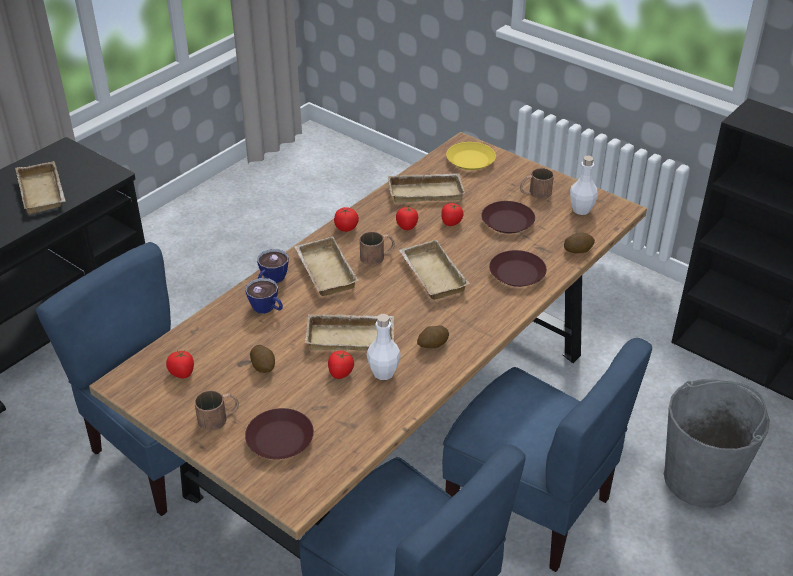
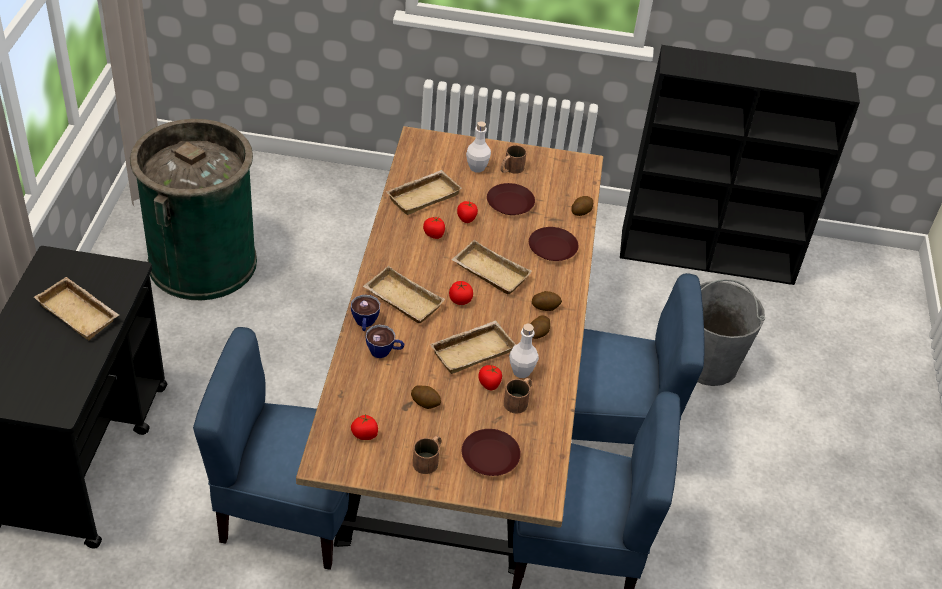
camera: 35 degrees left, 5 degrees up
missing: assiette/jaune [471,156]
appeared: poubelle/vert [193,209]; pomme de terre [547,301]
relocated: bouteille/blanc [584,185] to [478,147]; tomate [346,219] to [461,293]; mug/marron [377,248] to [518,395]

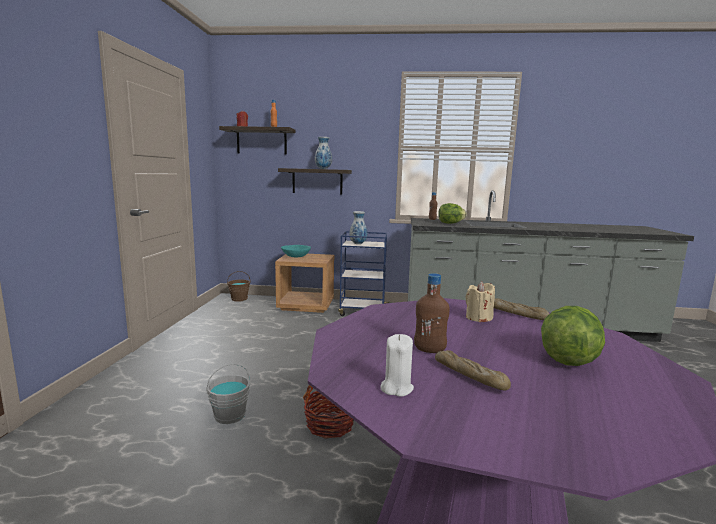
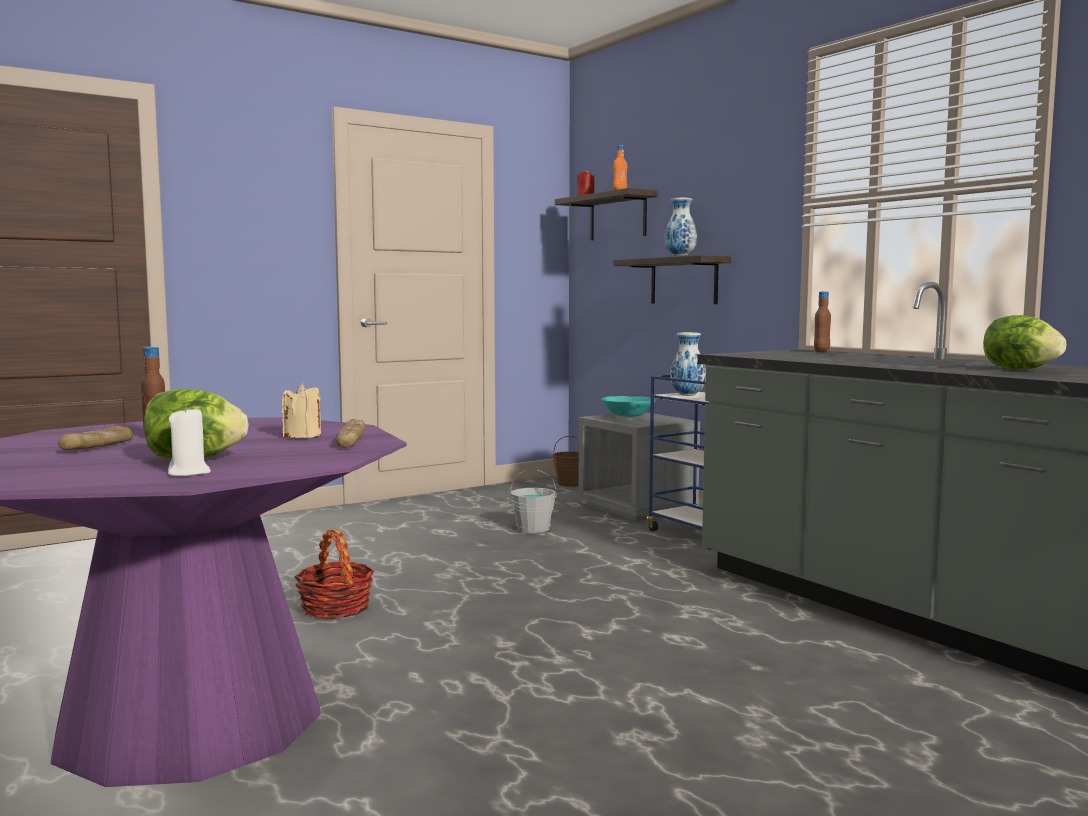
camera: 50 degrees right, 5 degrees down
relocated: laitue [452,213] to [1024,342]; bougie/blanc [397,365] to [189,441]; seau/gris [228,394] to [533,501]
colour: table de chevet/marron [304,283] to table de chevet/gris [639,466]

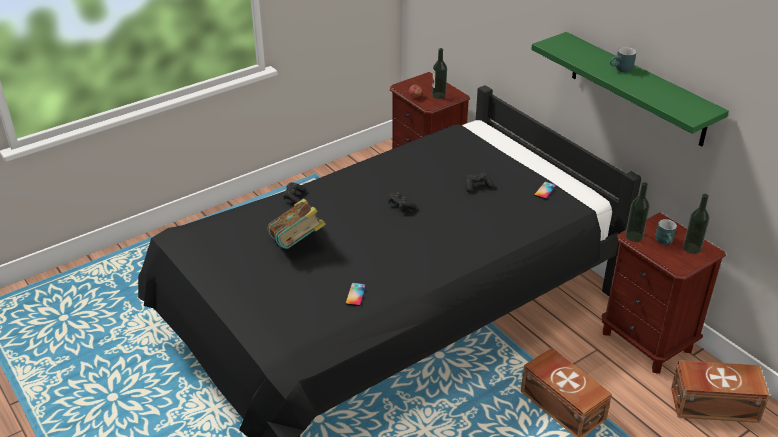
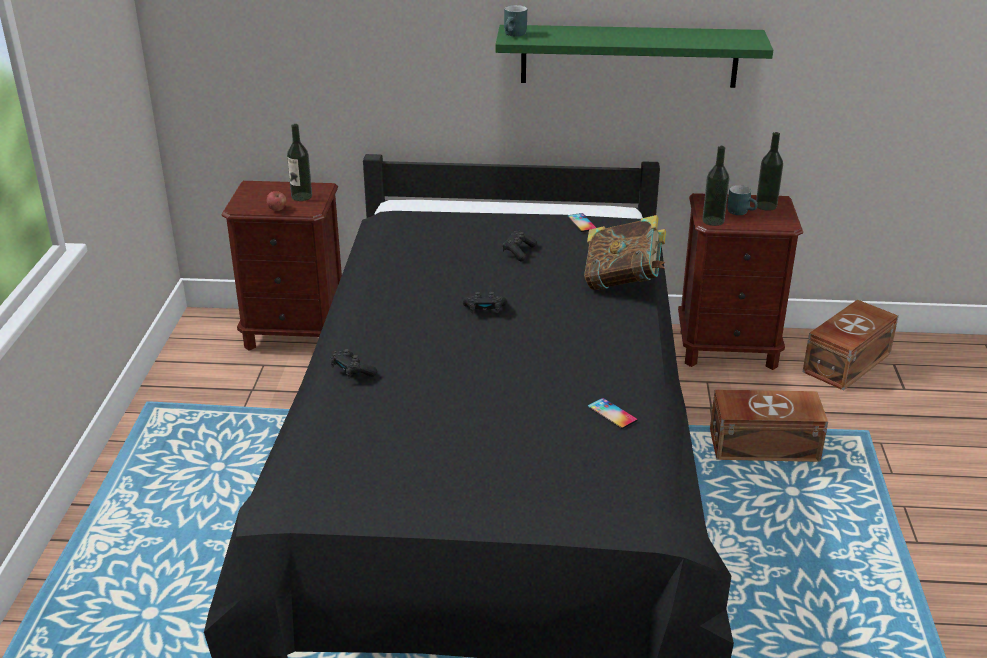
camera: 50 degrees left, 5 degrees down
relocated: mug/turquoise [623,59] to [515,20]; livre [297,223] to [625,252]

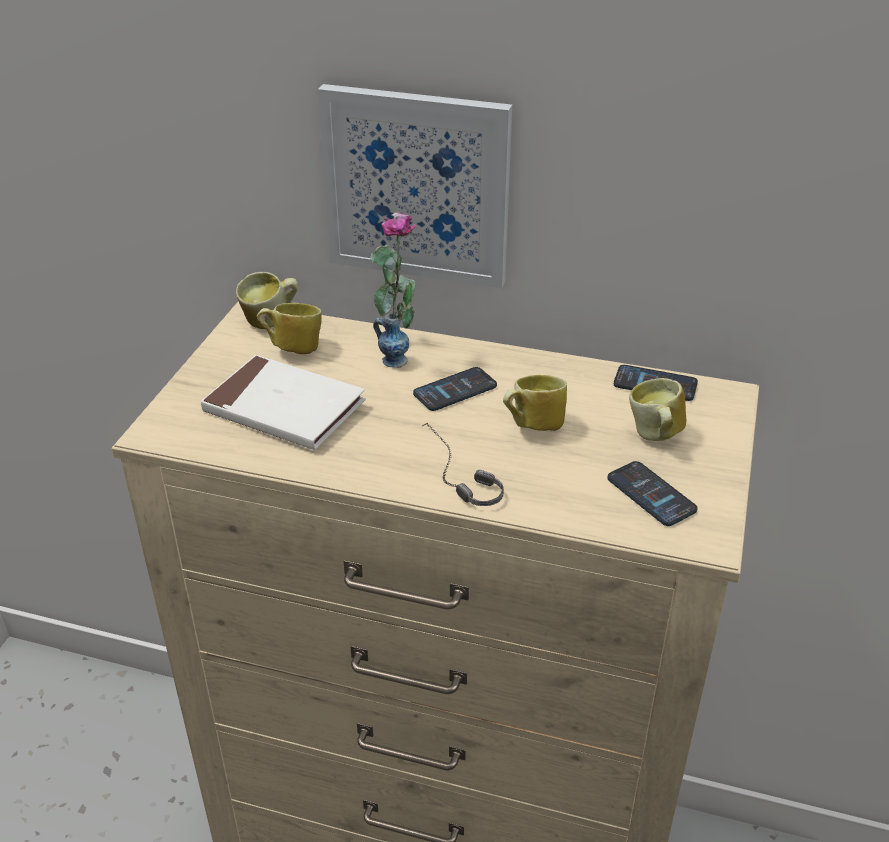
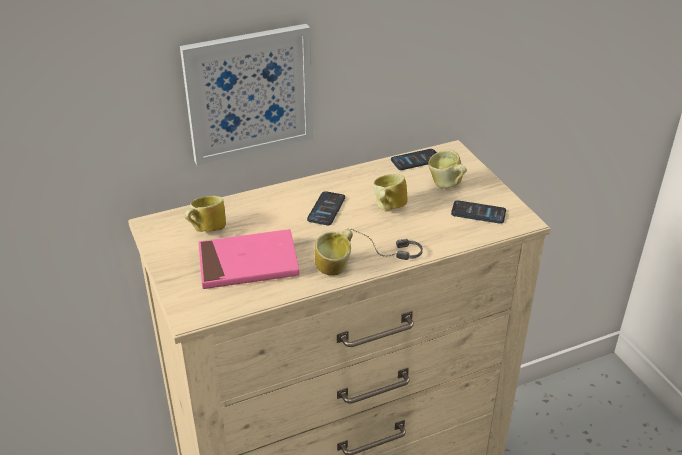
camera: 40 degrees left, 0 degrees up
missing: vase [393,290]
relocated: mug [267,300] to [334,252]
colour: livre/blanc [283,402] to livre/rose [249,259]

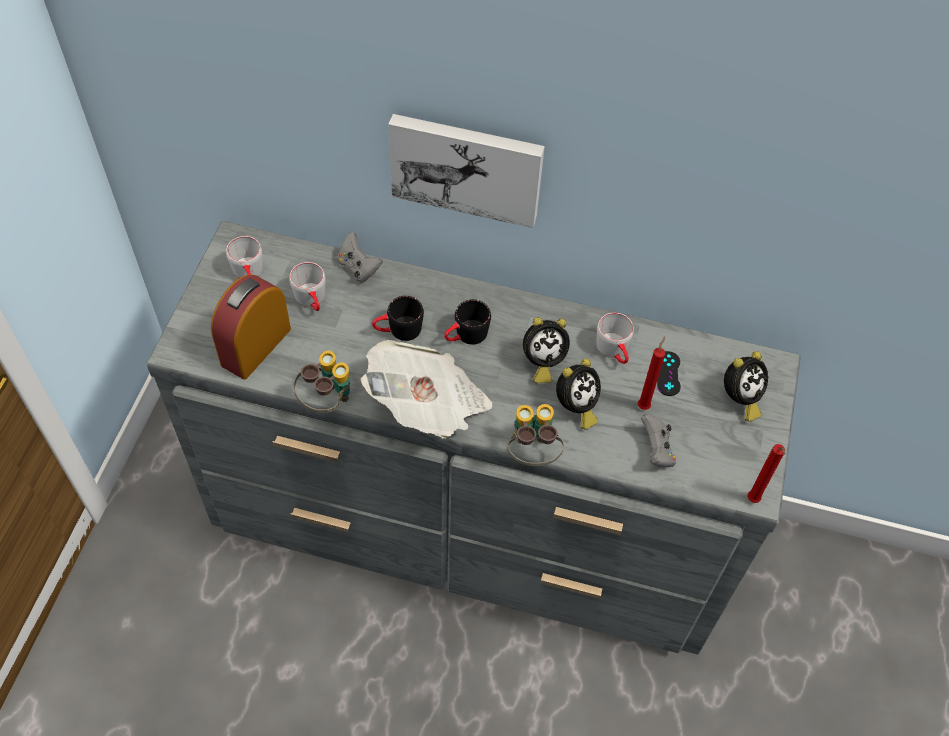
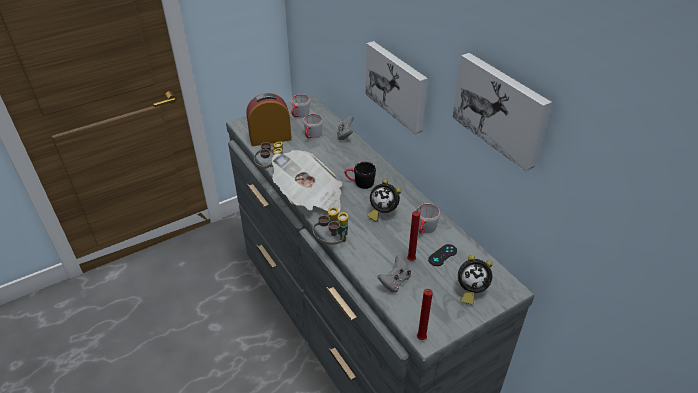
camera: 45 degrees right, 15 degrees down
missing: mug/noir [398,318]; réveil [578,393]
appeared: tableau [502,112]

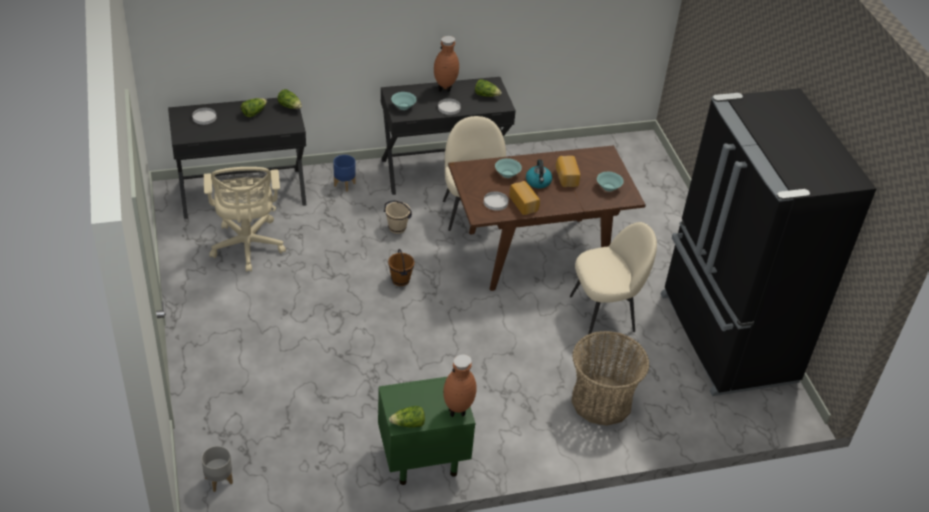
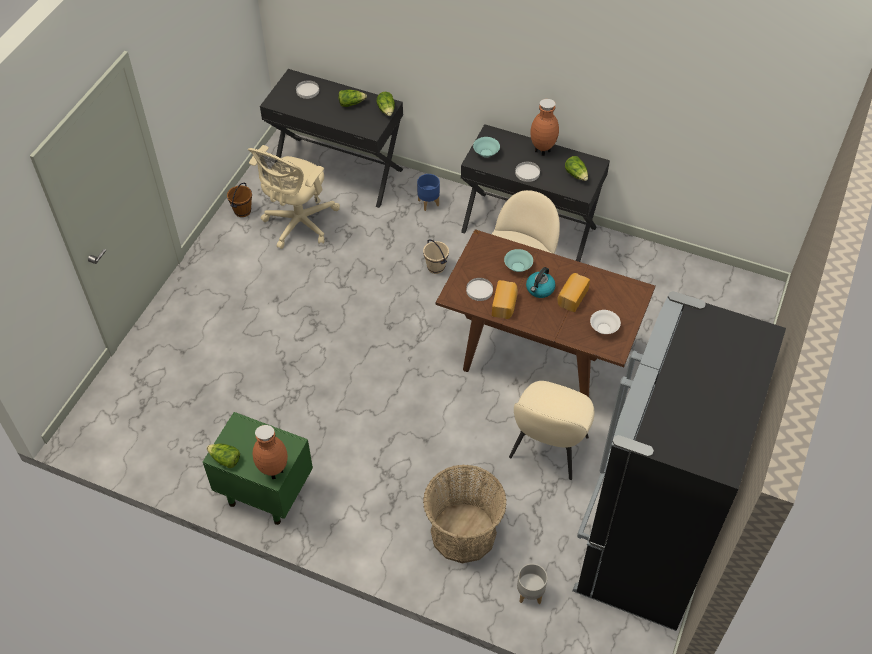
camera: 40 degrees right, 10 degrees up
relocated: seau/marron [401,267] to [239,200]; cache-pot/gris [217,469] to [532,584]
colour: bol/turquoise [610,182] to bol/blanc [605,322]
spun: chaise/beige [613,278] = [552,430] 90 degrees clockwise

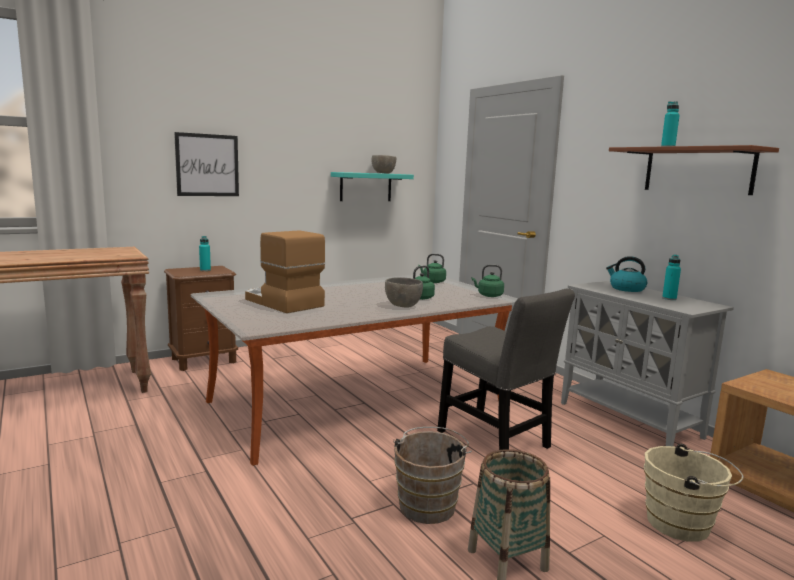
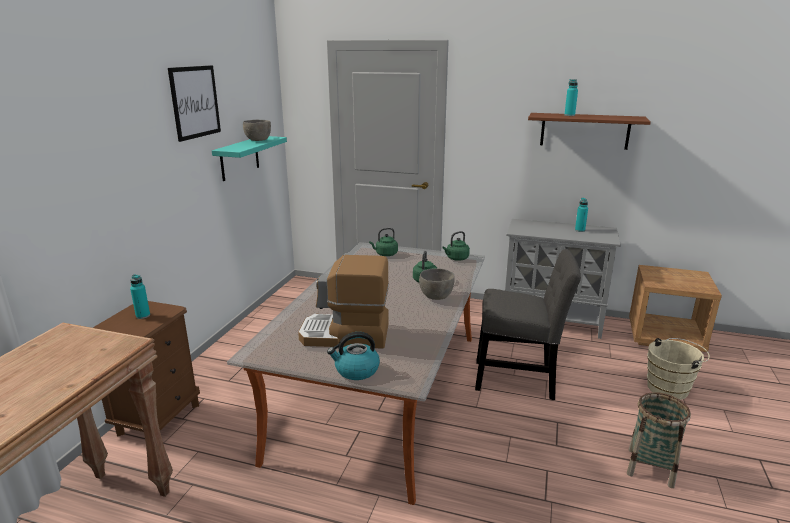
camera: 40 degrees left, 10 degrees up
missing: seau/marron [432,475]
relocated: tableau [206,164] to [194,103]; bouilloire [626,274] to [353,356]

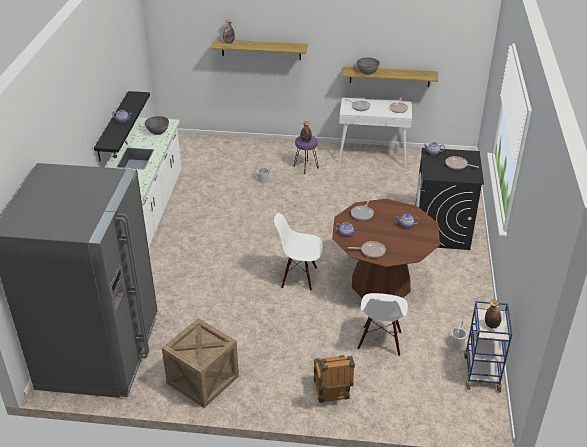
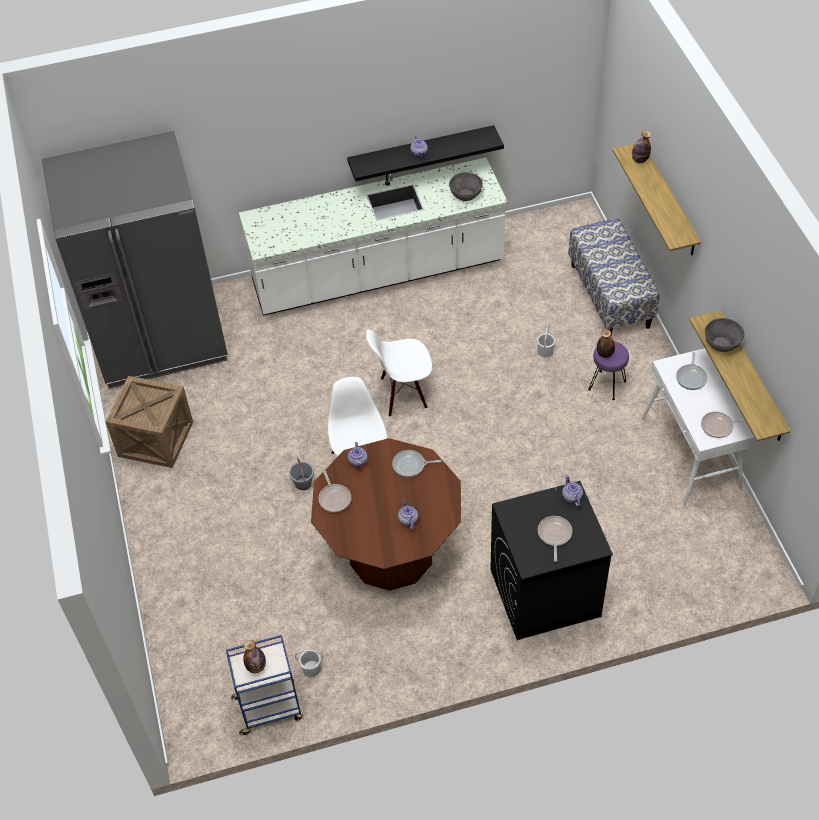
camera: 70 degrees right, 15 degrees up
missing: caisse [334,379]
appeared: banc [614,277]; seau/gris [301,473]
relocated: chaise/blanc [383,324] to [399,373]

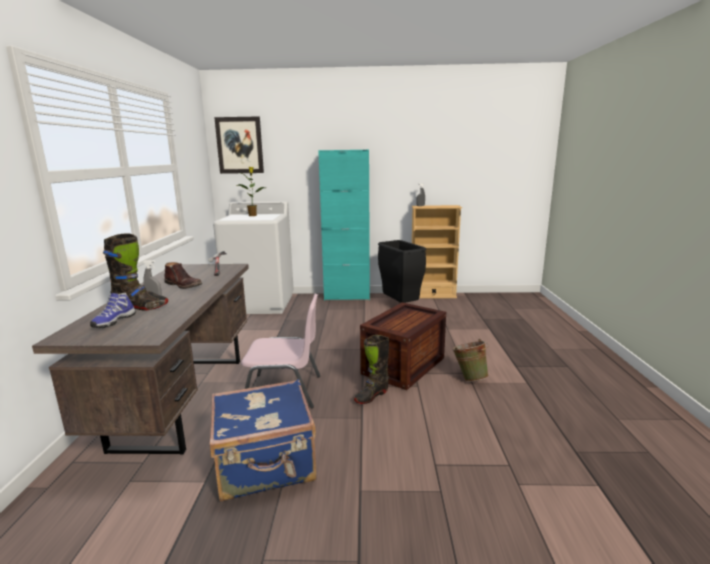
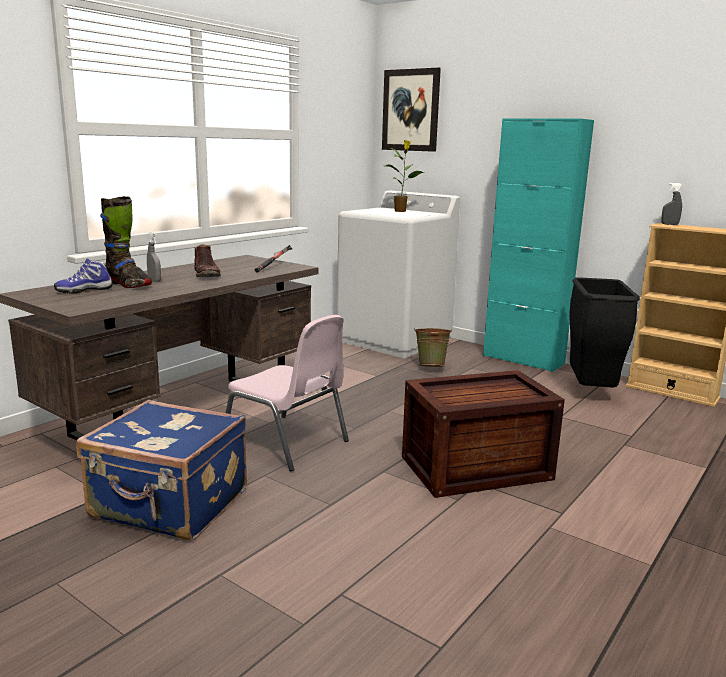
camera: 35 degrees right, 0 degrees up
missing: botte/noir [371,369]
relocated: seau/vert [470,360] to [433,347]

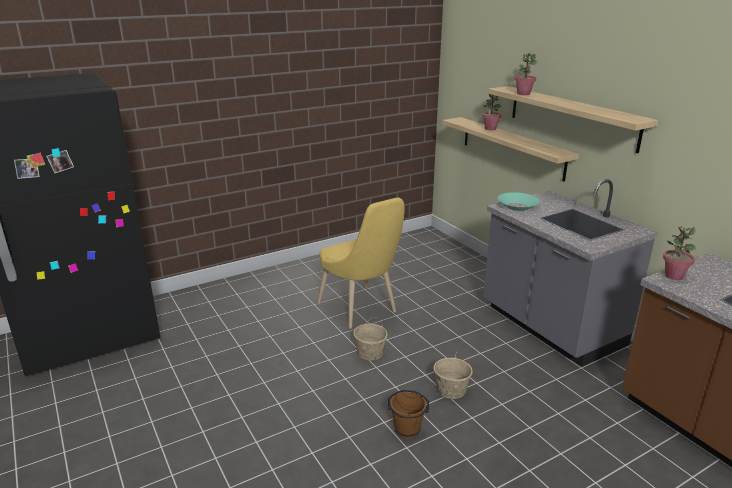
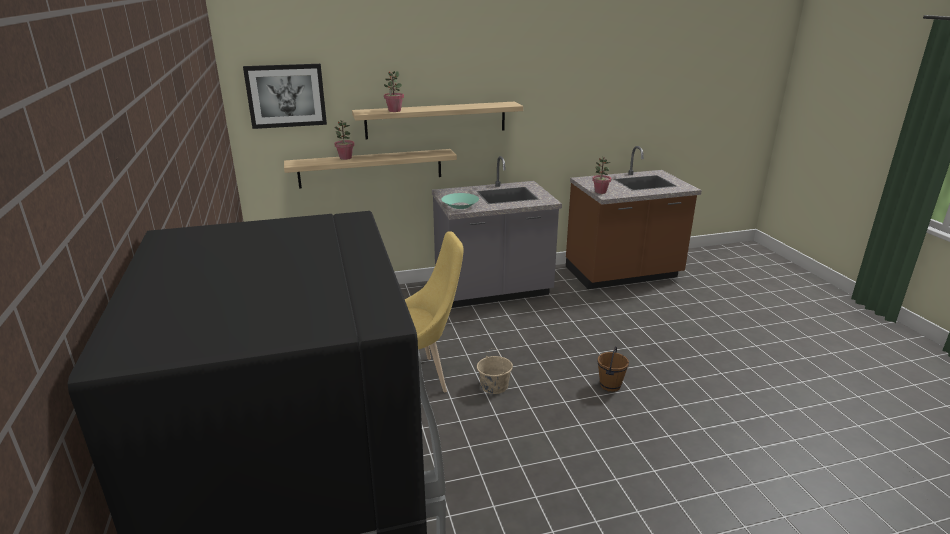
camera: 75 degrees left, 0 degrees up
missing: seau/beige [453,374]
appeared: tableau [285,96]

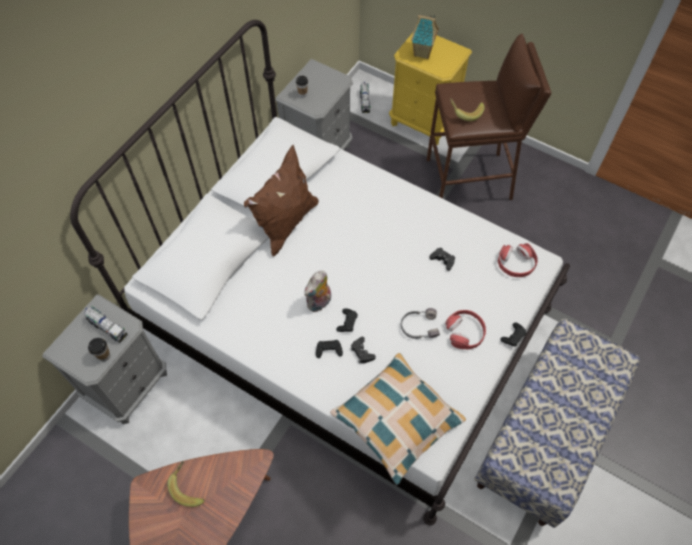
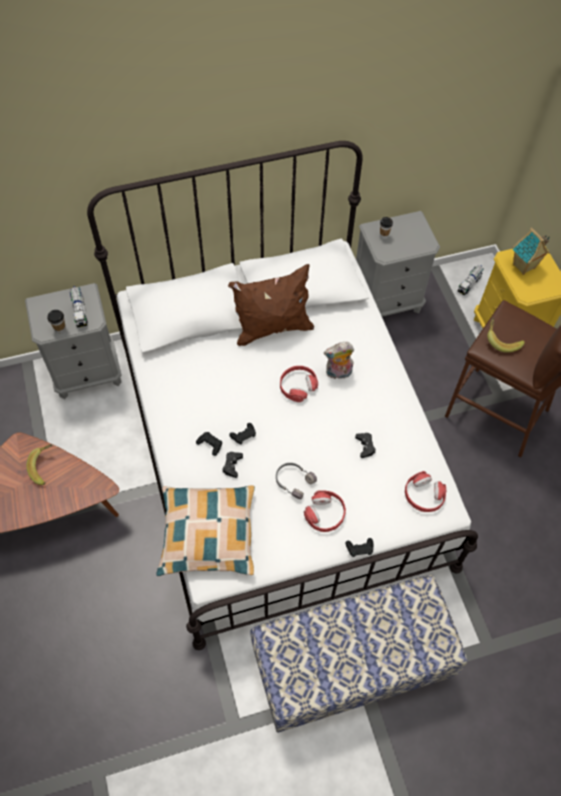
camera: 40 degrees right, 0 degrees up
appeared: casque audio/rouge [299,384]
relocated: peluche [318,291] to [339,360]

